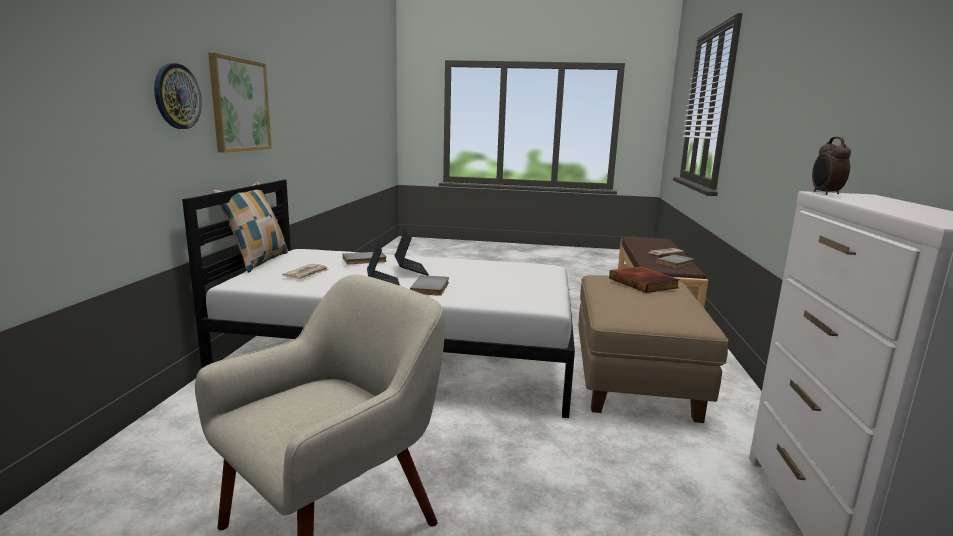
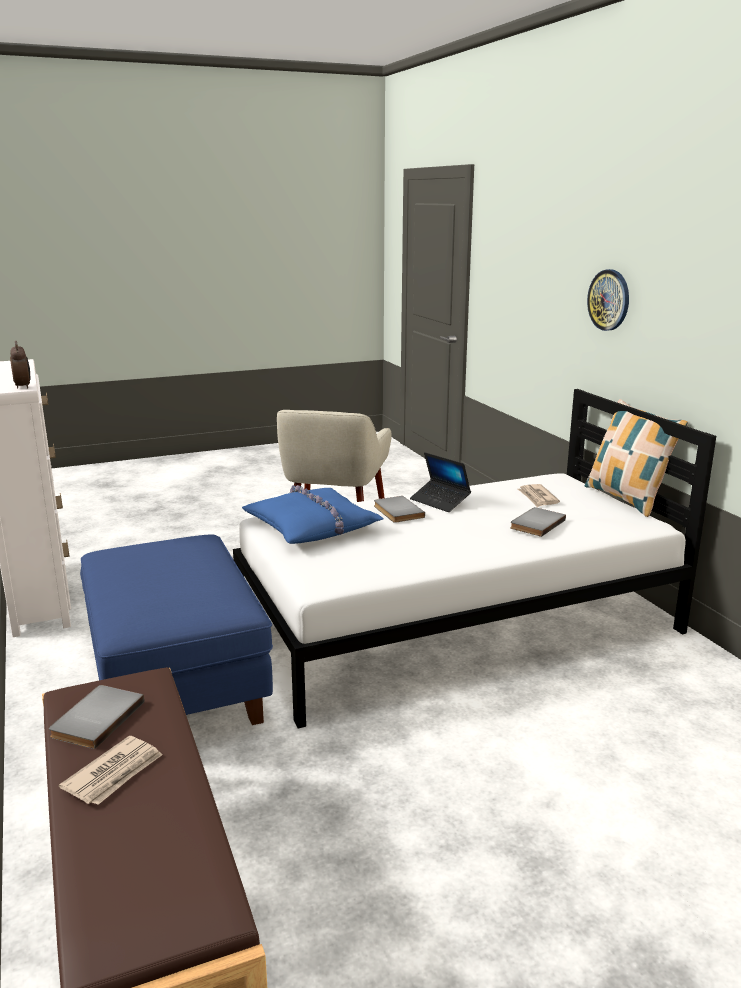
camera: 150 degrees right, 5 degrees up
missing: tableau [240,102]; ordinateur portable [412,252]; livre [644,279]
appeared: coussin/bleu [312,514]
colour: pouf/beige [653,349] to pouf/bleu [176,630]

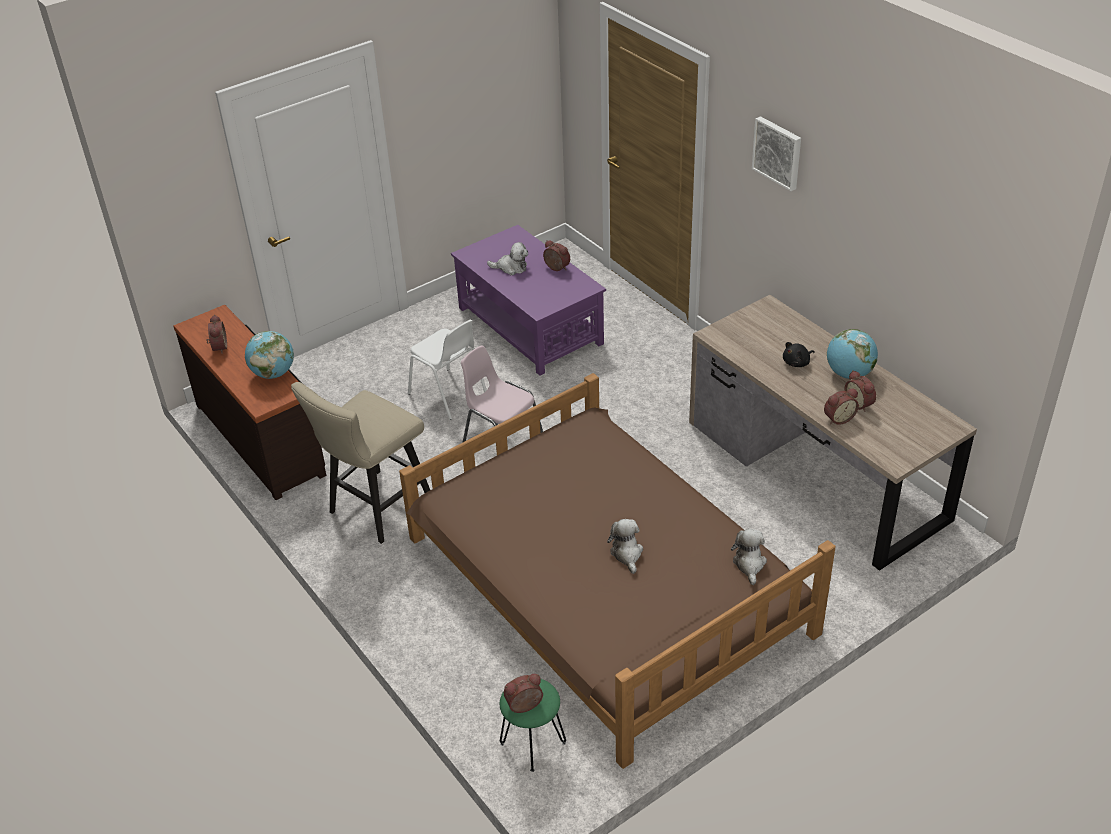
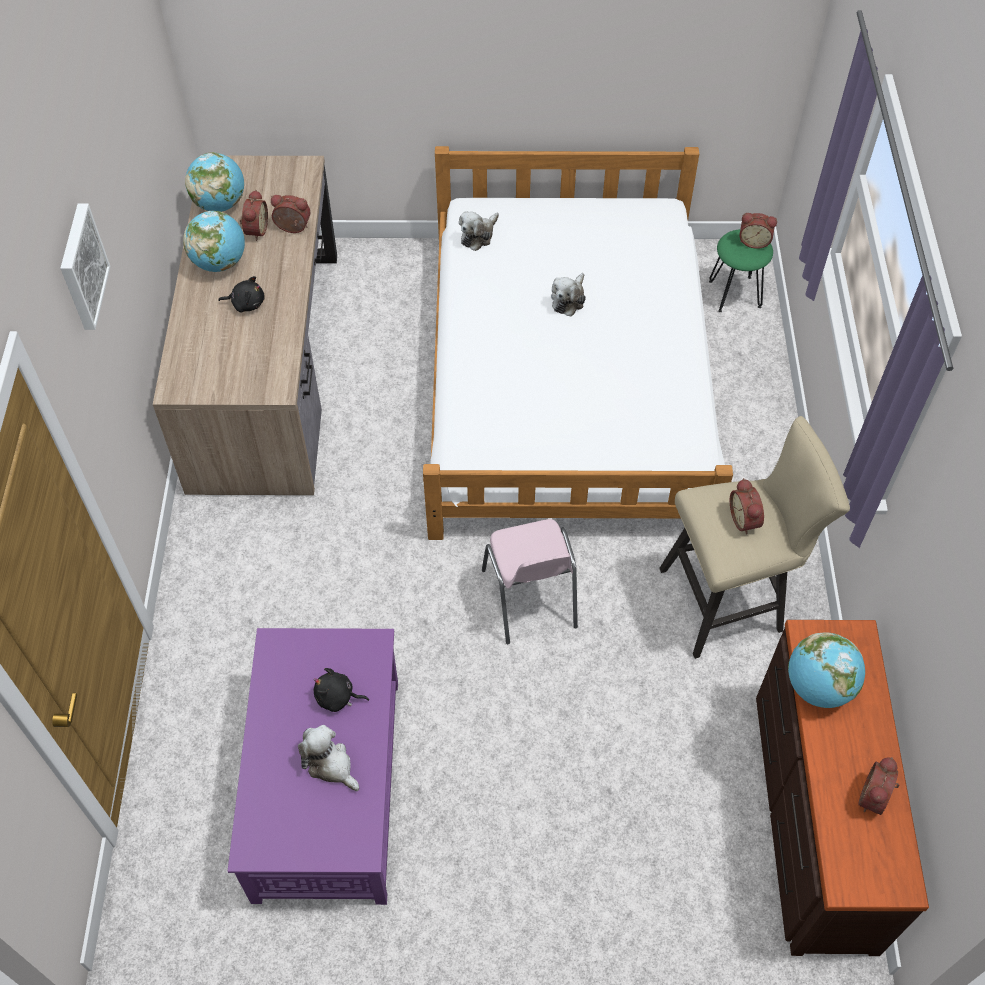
camera: 145 degrees left, 15 degrees up
missing: chaise/blanc [447,369]
appeared: globe [214,182]; peluche/noir [341,690]
relocated: réveil [556,255] to [747,506]
colour: lit/marron [617,571] to lit/blanc [577,343]

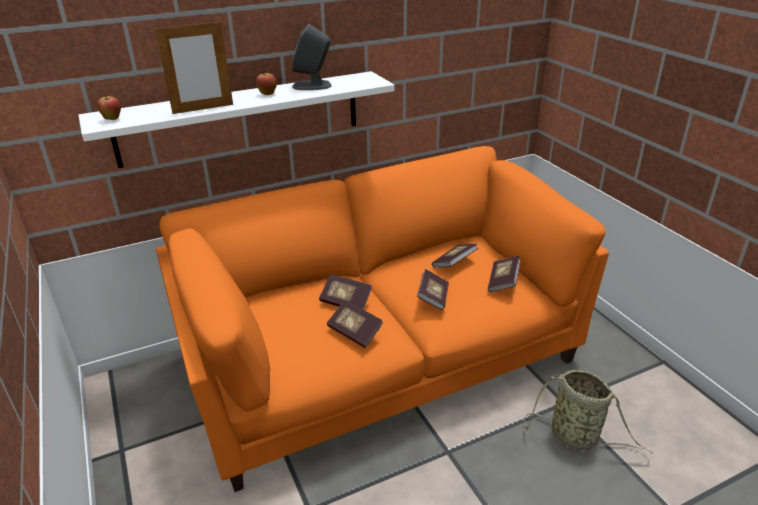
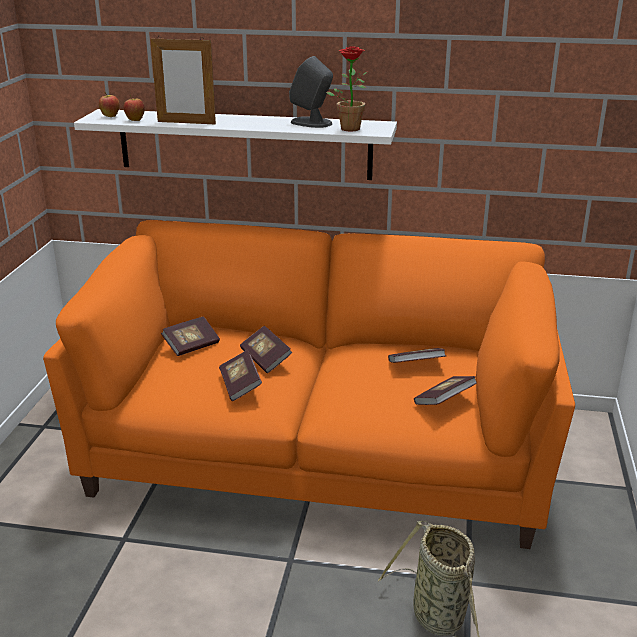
camera: 35 degrees right, 5 degrees down
appeared: plante en pot [347,88]
relocated: pomme [266,83] to [134,107]; livre [433,289] to [190,336]

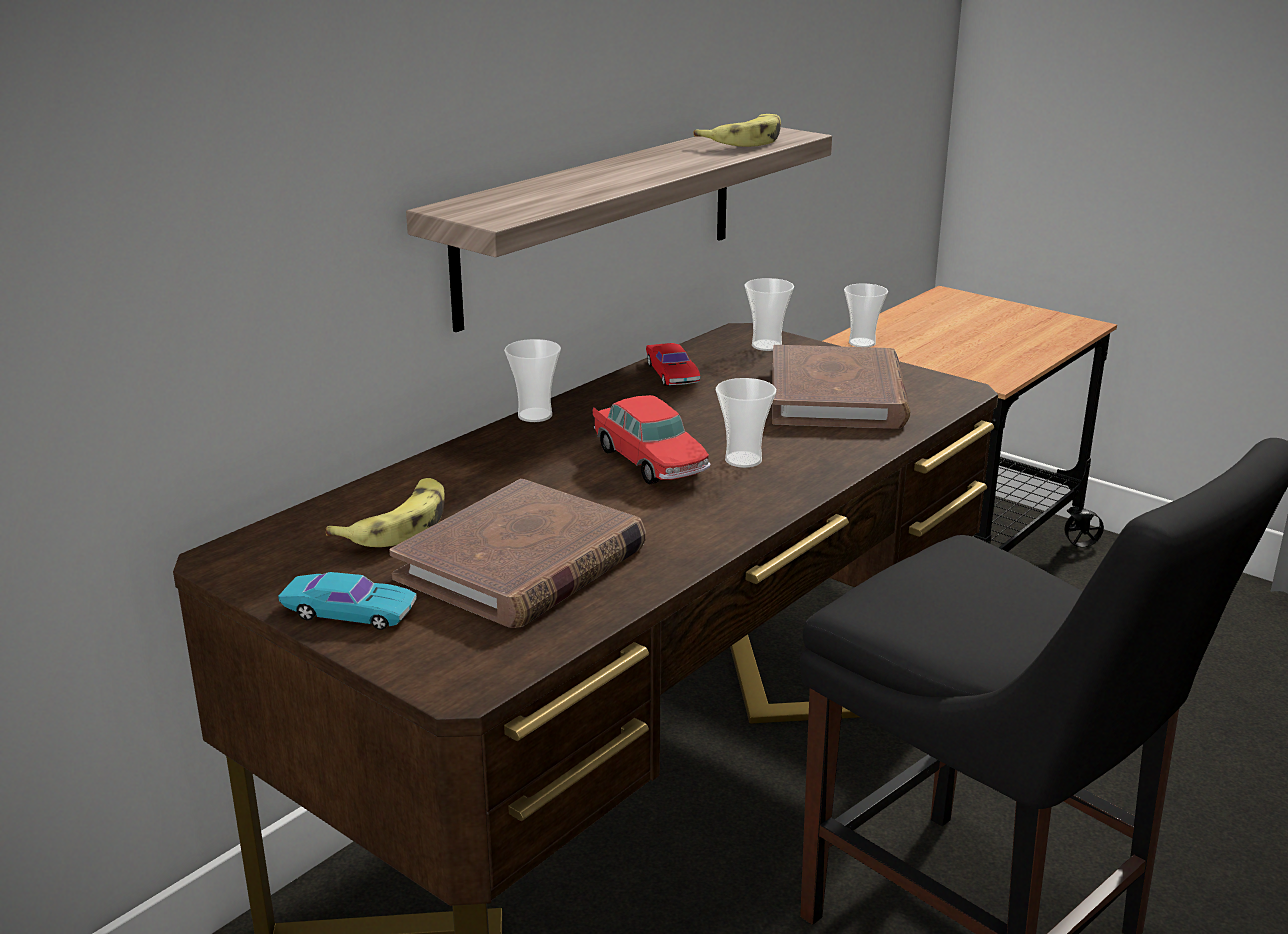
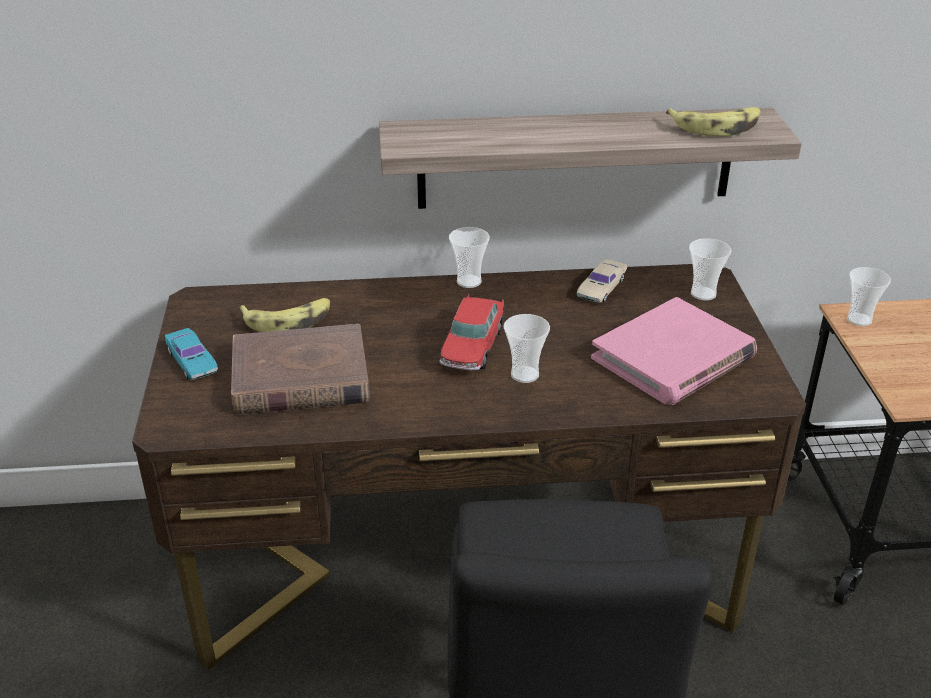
camera: 45 degrees right, 10 degrees up
colour: petite voiture/rouge [673,364] to petite voiture/beige [601,281]; livre/marron [841,387] to livre/rose [674,351]

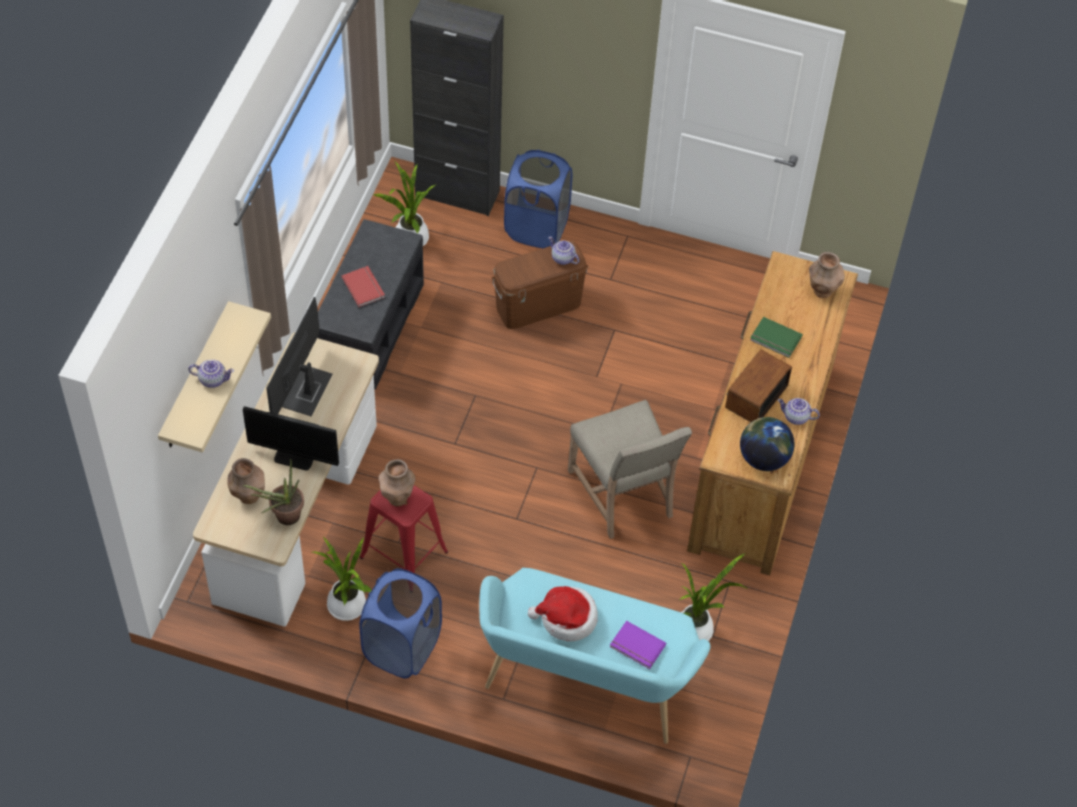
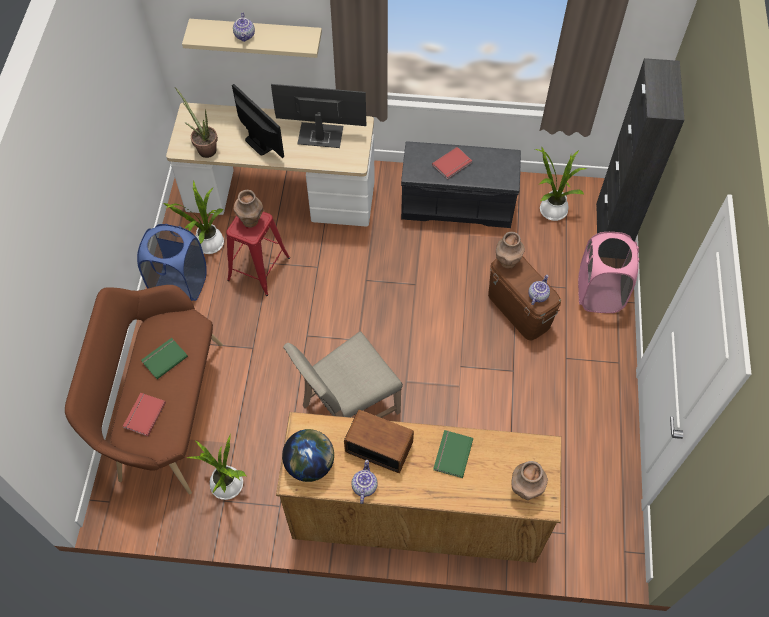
camera: 80 degrees right, 5 degrees up
relocated: vase/marron [246,481] to [510,250]
exchanged: chapeau [563,614] to livre/vert [164,358]
colour: panier à linge/bleu [538,199] to panier à linge/rose [608,272]; banc/turquoise [595,655] to banc/marron [144,390]; livre/violet [638,645] to livre/rouge [144,414]
spun: écran d'ordinateur [291,438] = [258,121] 135 degrees clockwise

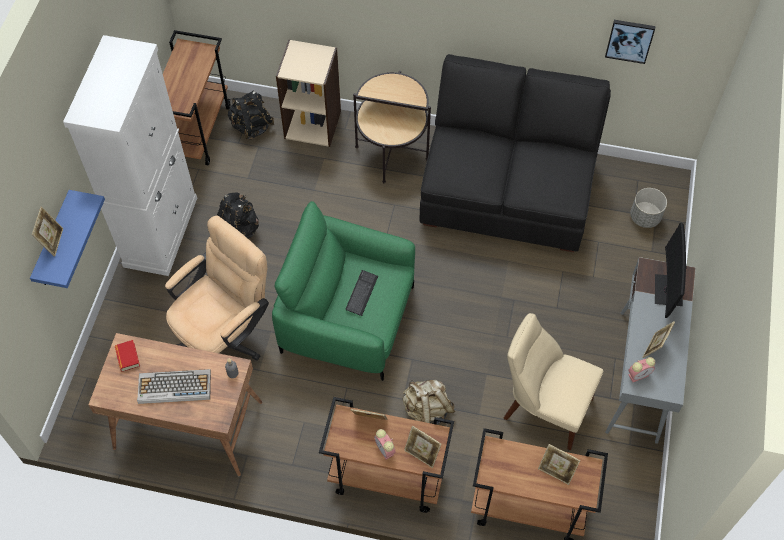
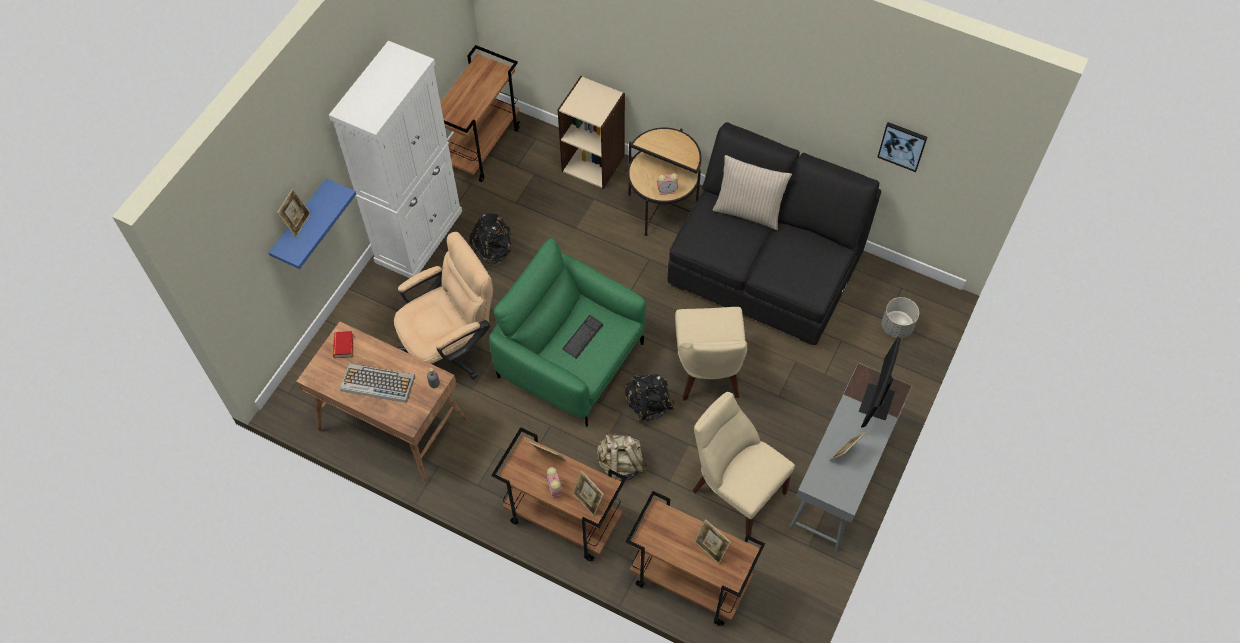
camera: 15 degrees right, 0 degrees up
appeared: coussin/beige [752,192]; chaise/beige [711,354]
relocated: sac à dos/noir [251,115] to [650,397]; réveil [641,369] to [667,184]

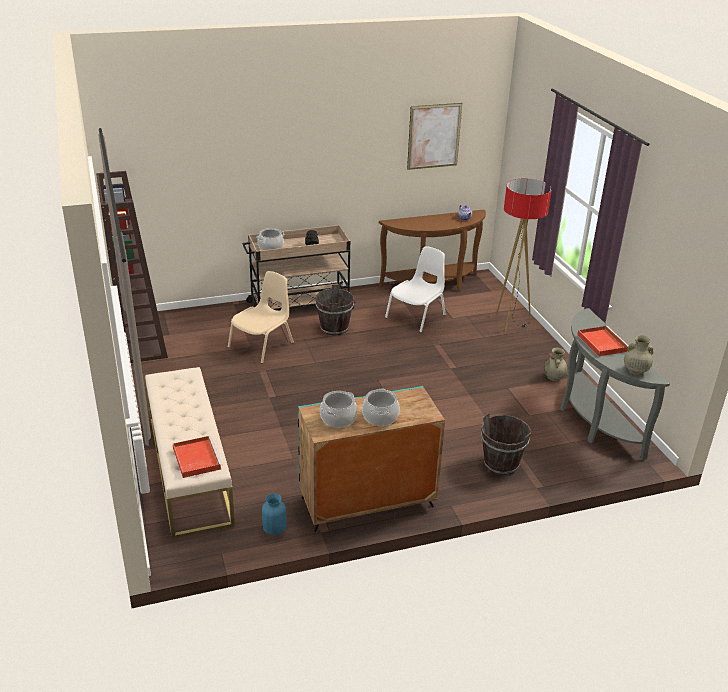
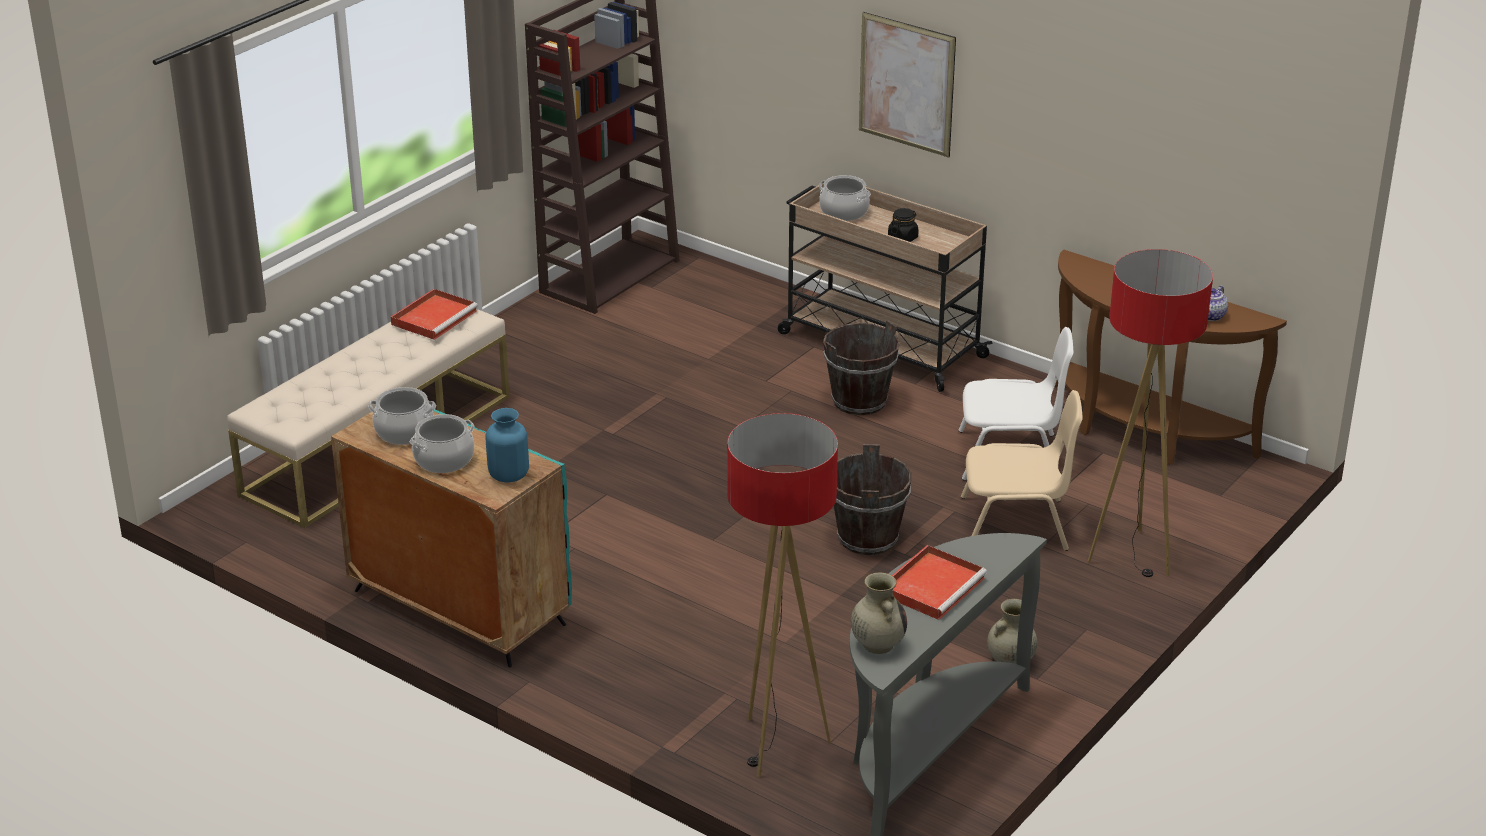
camera: 55 degrees right, 0 degrees up
appeared: lampadaire [782,595]
relocated: tableau [434,136] to [907,84]; chaise/beige [261,317] to [1022,470]; seau/marron [506,444] to [872,499]; plateau/rouge [197,457] to [434,314]; vase/bleu [274,514] to [507,445]

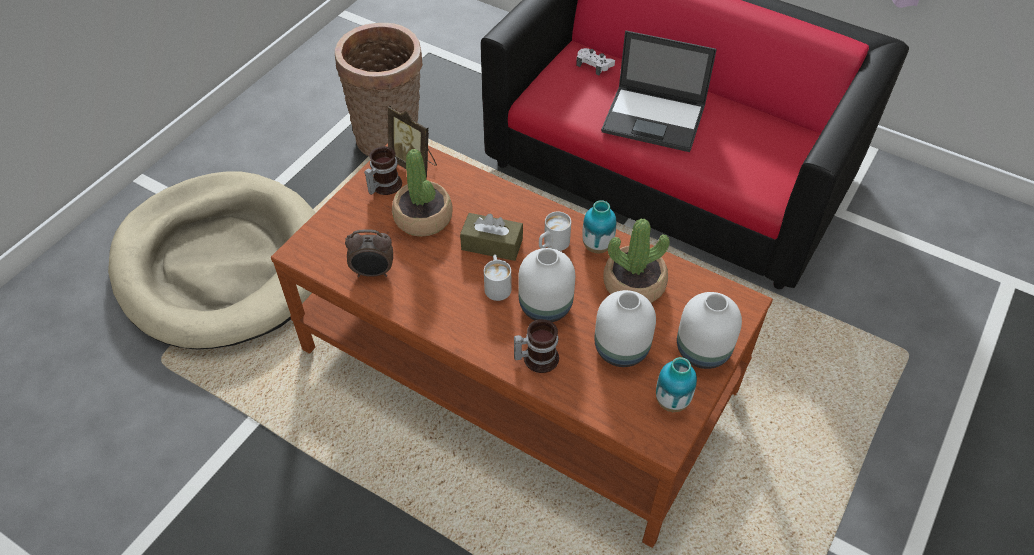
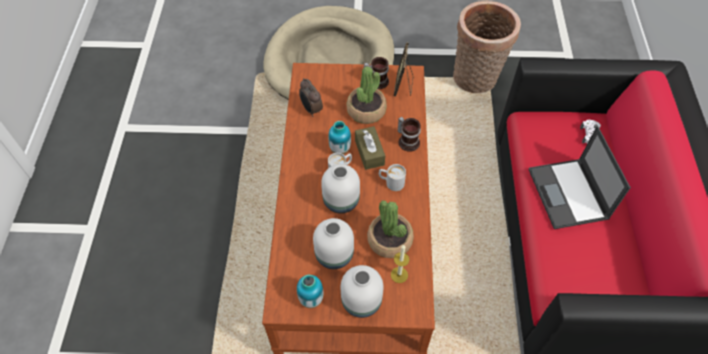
camera: 60 degrees right, 5 degrees up
appeared: bougie [400,264]
relocated: vase [599,226] to [339,138]; mug [536,346] to [409,134]

